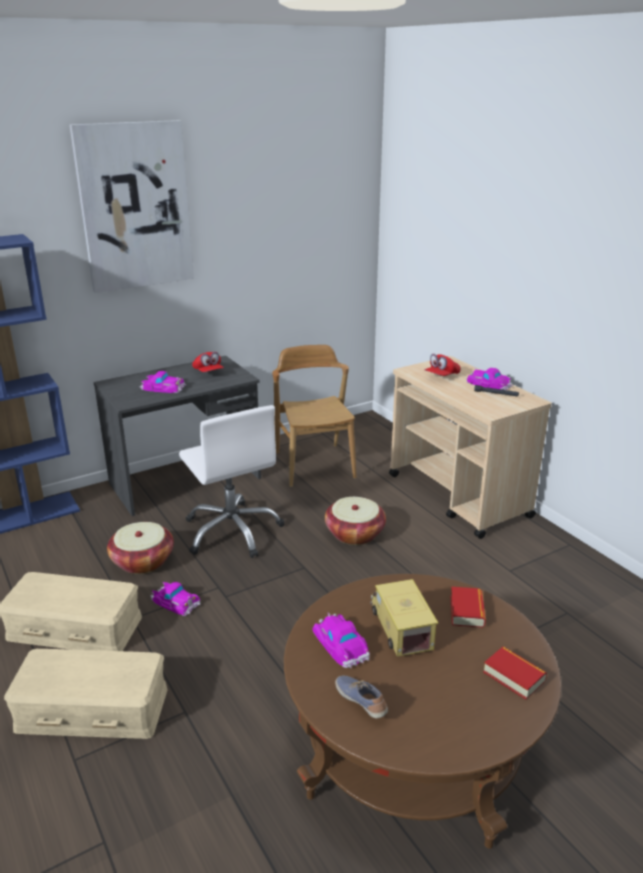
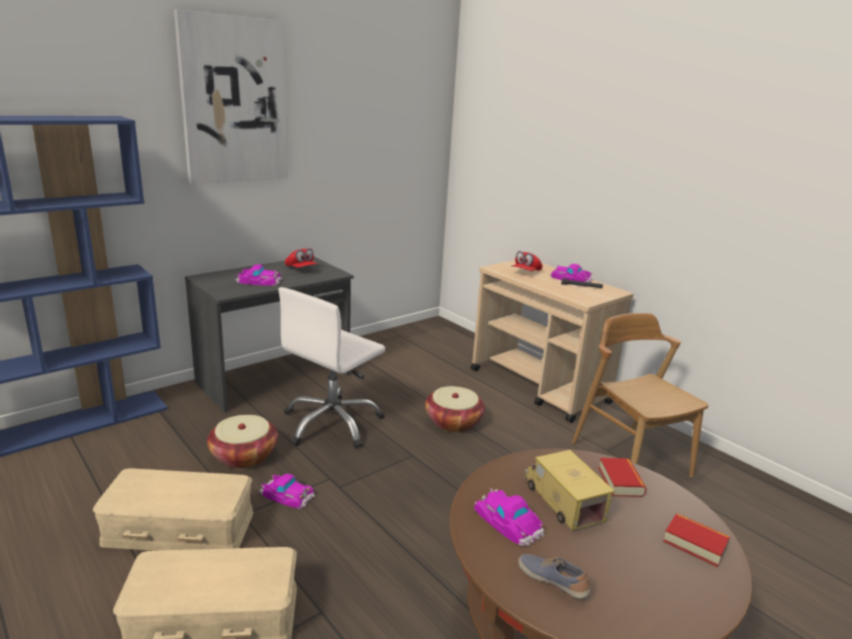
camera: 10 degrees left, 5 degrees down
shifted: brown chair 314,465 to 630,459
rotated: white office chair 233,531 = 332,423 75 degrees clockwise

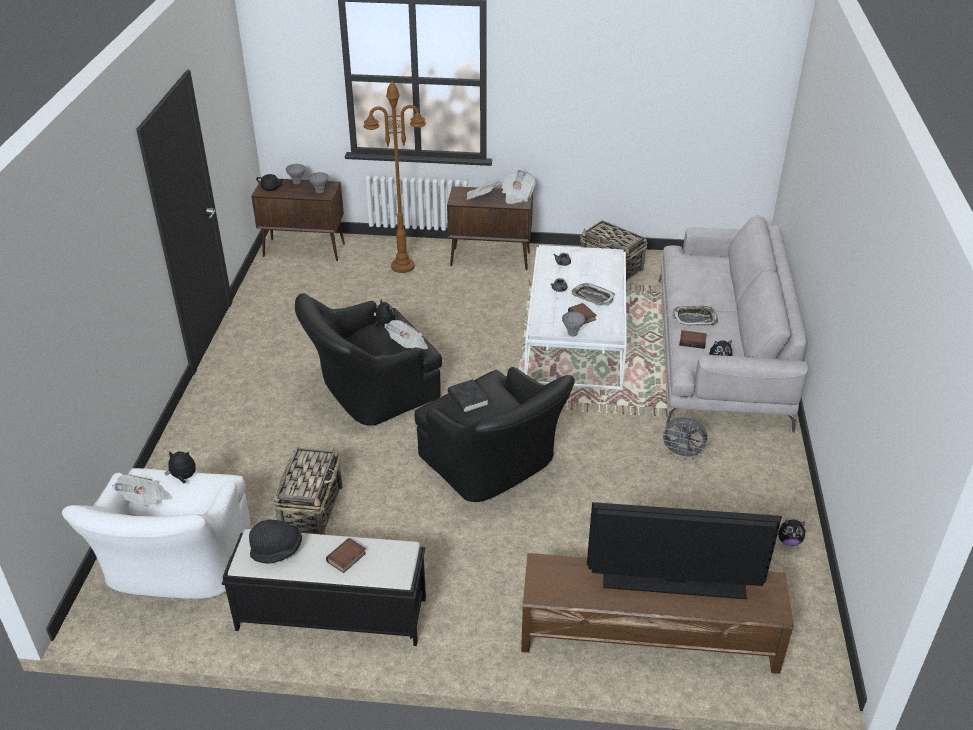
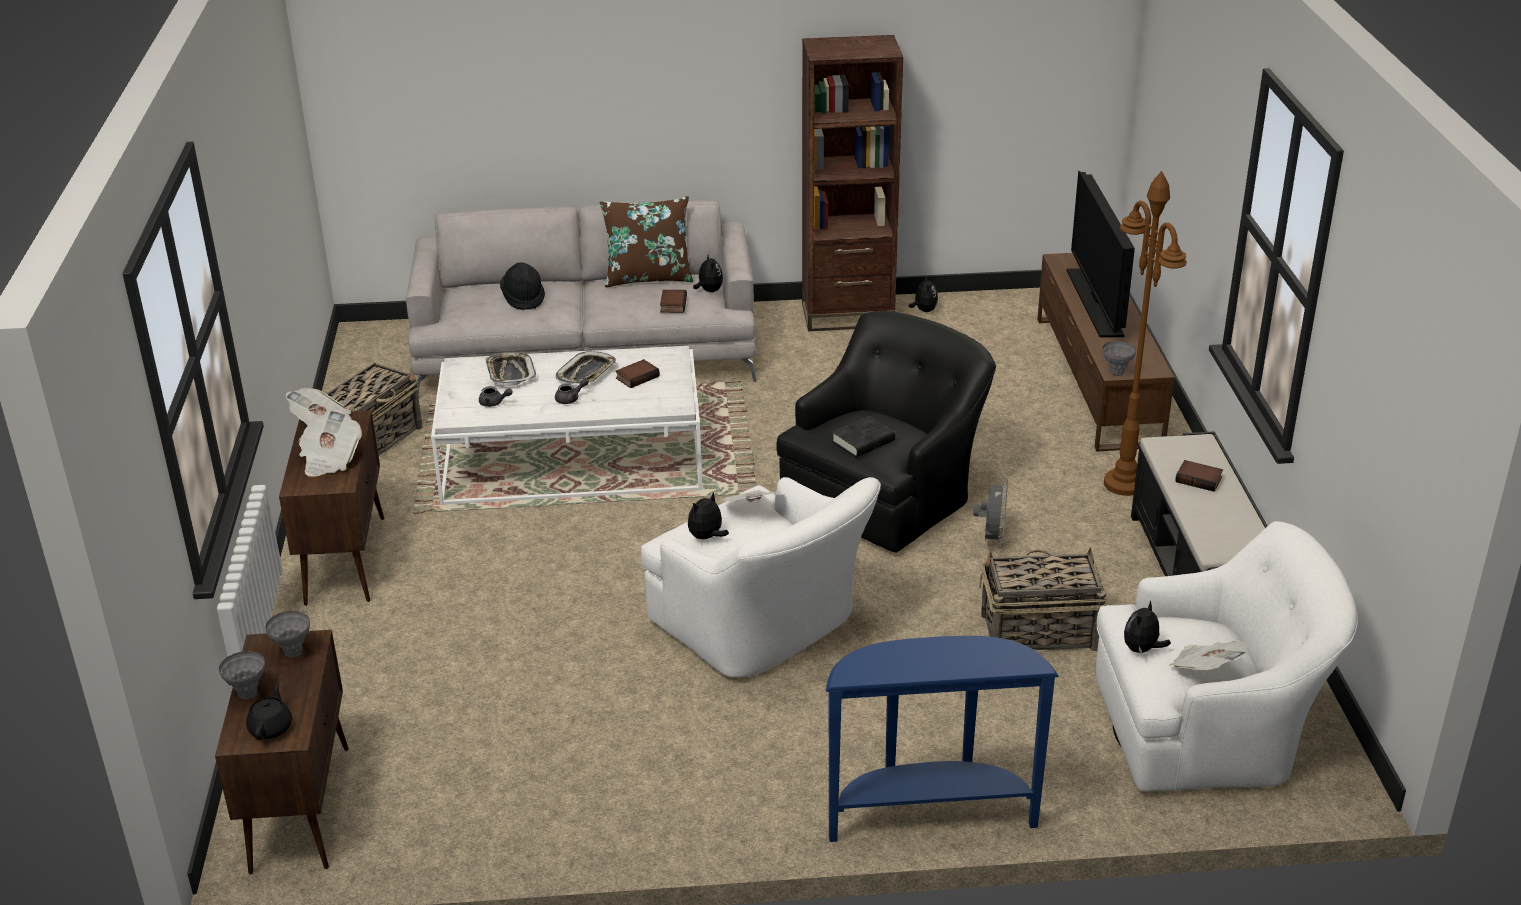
camera: 100 degrees left, 5 degrees down
new: brown pillow 648,278; brown bookcase 848,315; blue console table 929,815
shifted: tray 694,318 to 510,373; black hat 277,551 to 523,298; grey fan 682,454 to 991,540; grey vase 572,334 to 1116,373; brown floor lamp 403,266 to 1123,484
repainted: black armchair 370,392 to white armchair 764,627
rotated: plush toy 183,477 = 1142,649 45 degrees clockwise

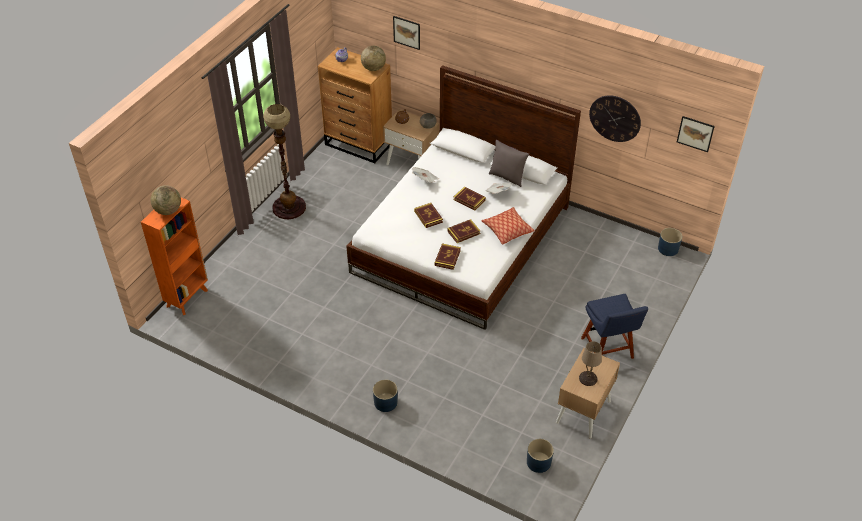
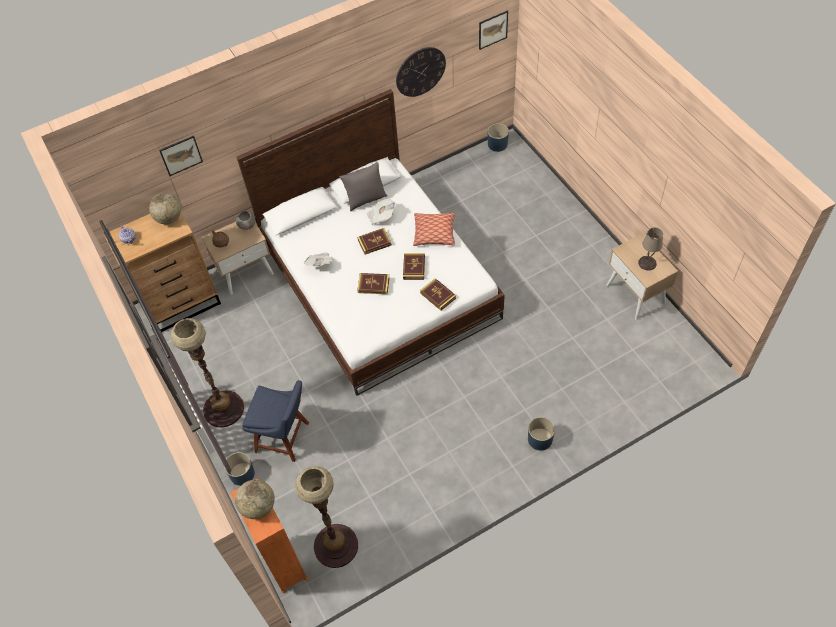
camera: 55 degrees left, 10 degrees up
new: floor lamp 336,546
shifted: blue planter 538,462 to 242,474; blue chair 608,350 to 285,438

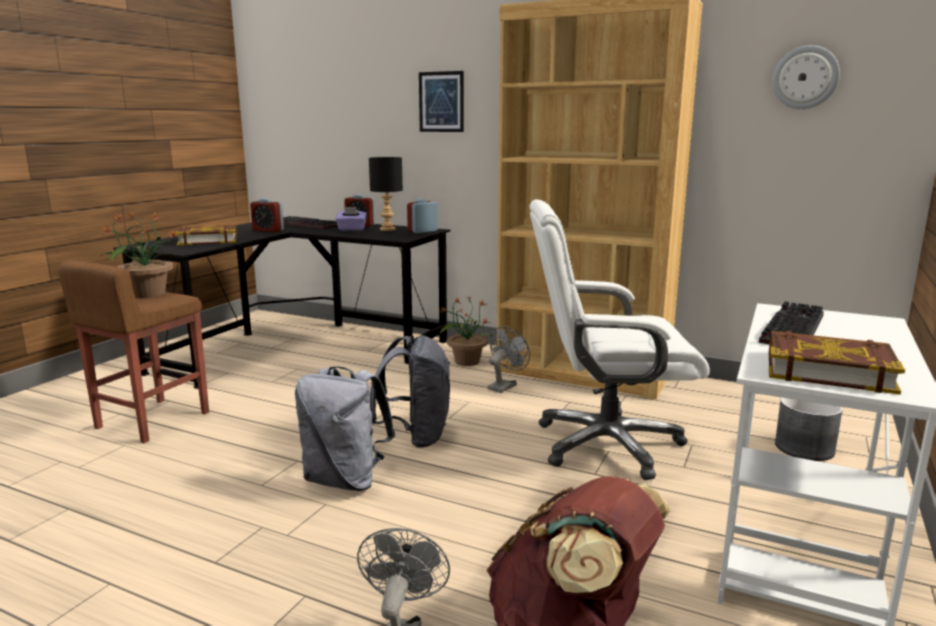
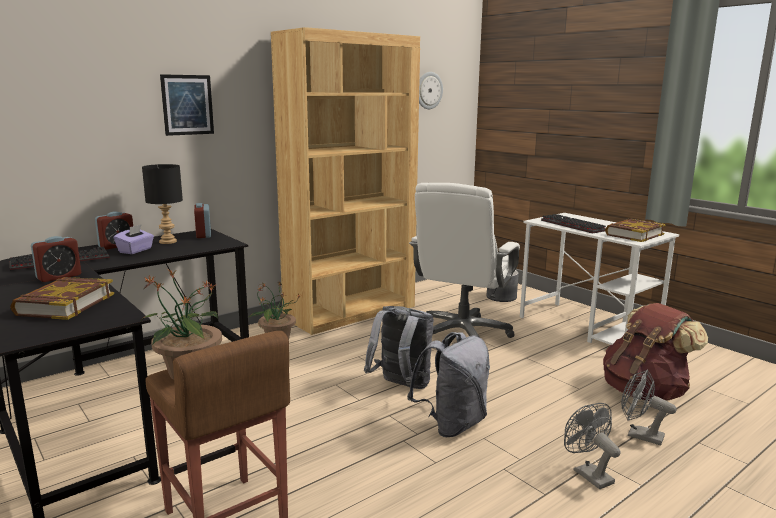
camera: 65 degrees left, 0 degrees up
shifted: grey fan 504,386 to 588,474

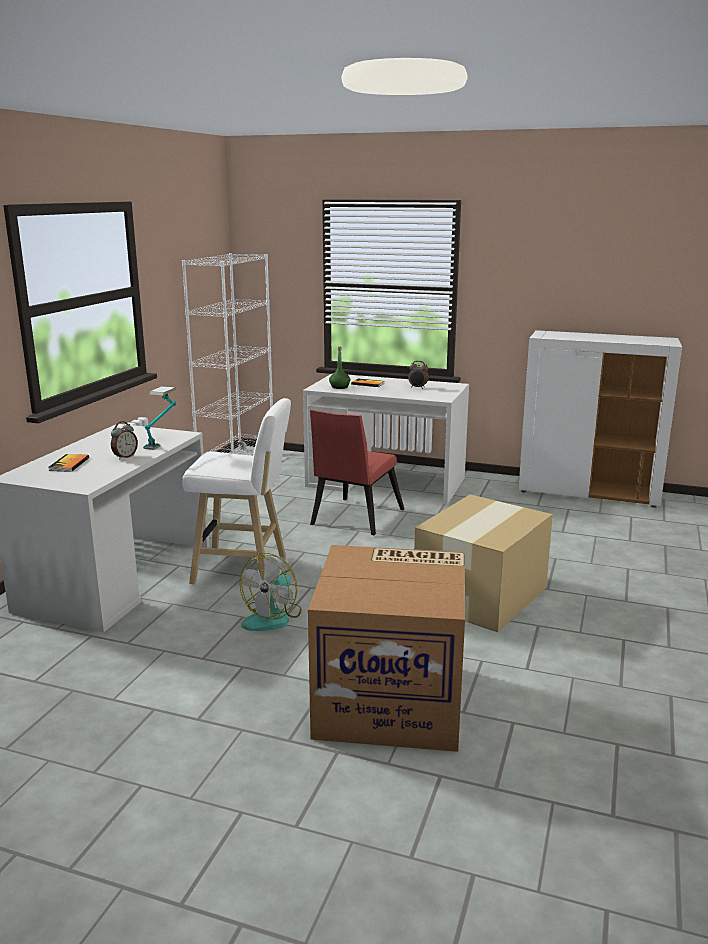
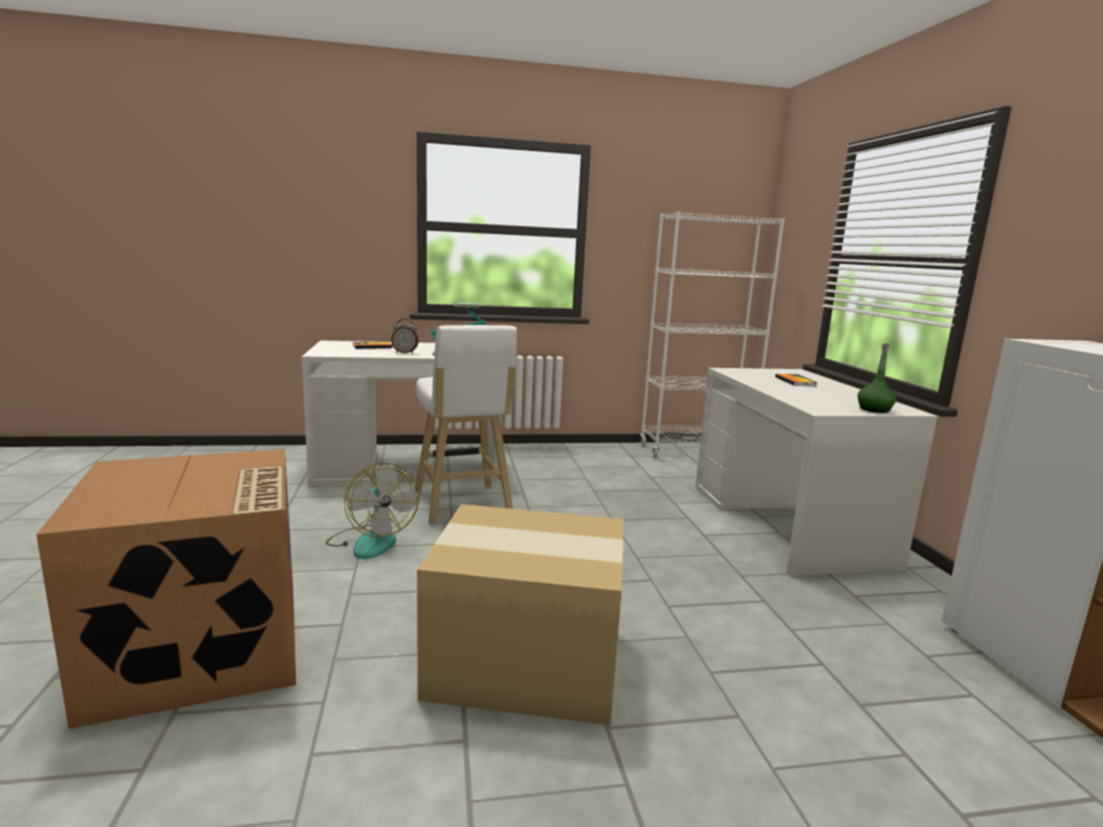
camera: 60 degrees right, 5 degrees down
gone: red chair 354,519; alarm clock 418,387
shifted: green bottle 339,387 to 874,409
rotated: fan 273,617 = 371,541 120 degrees counterclockwise

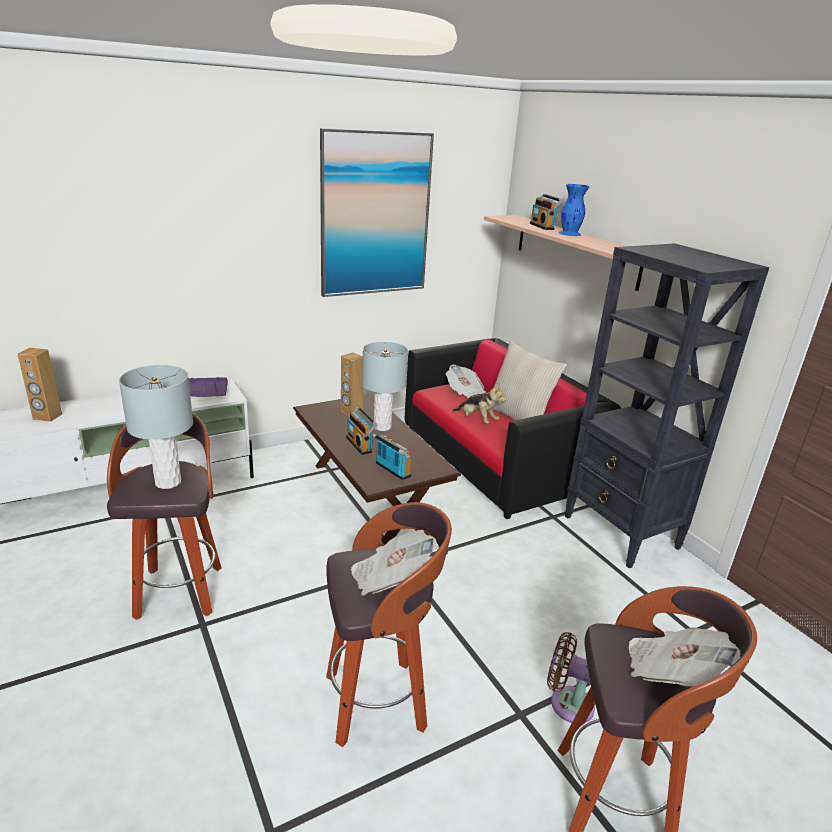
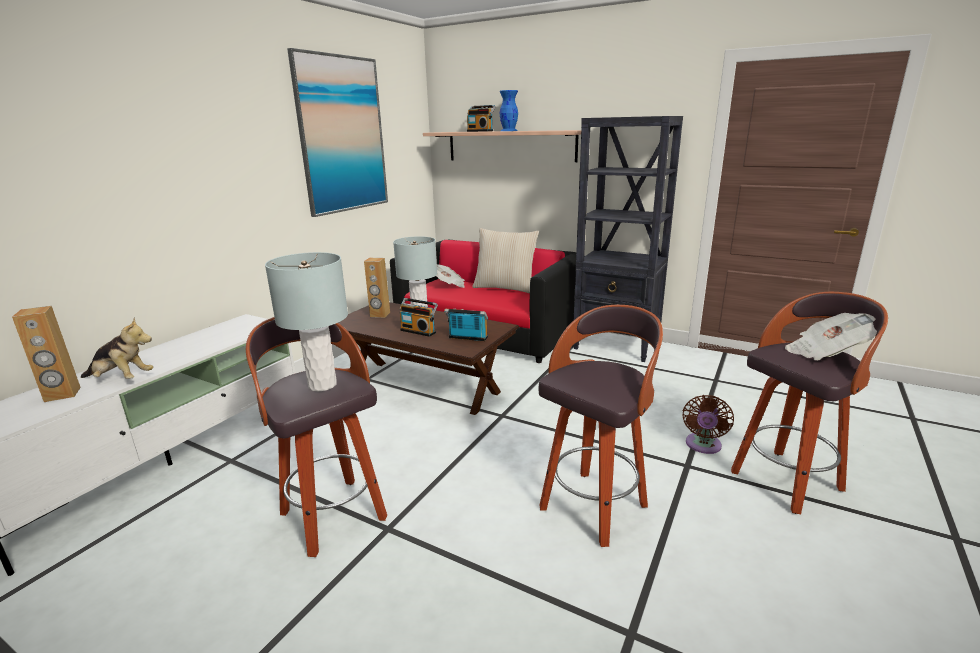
camera: 30 degrees left, 5 degrees down
gone: purple tray 205,393; newspaper 390,579
shifted: plush toy 477,420 to 121,379
rotated: brown fan 567,702 = 703,446 60 degrees counterclockwise

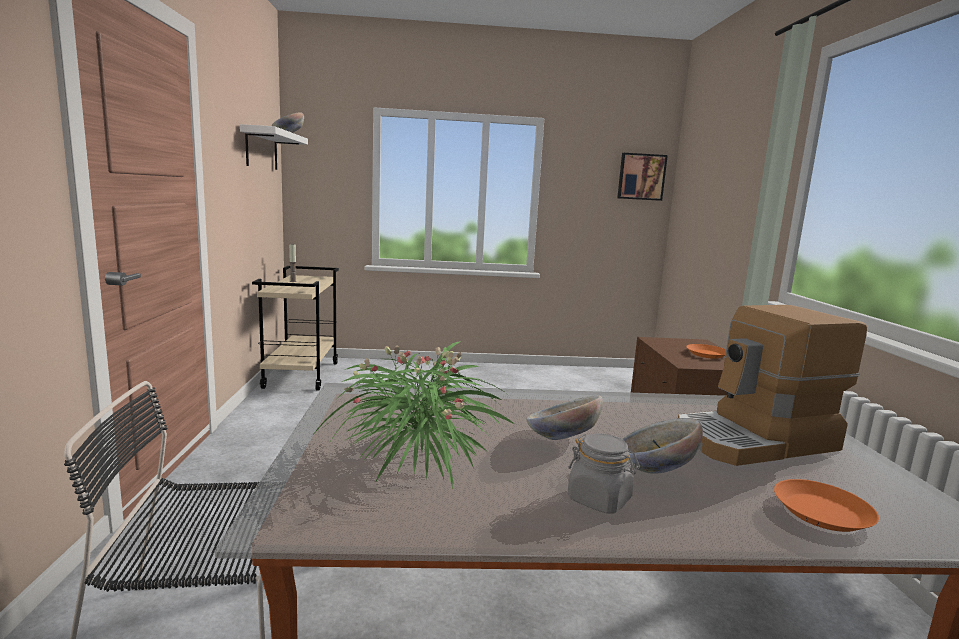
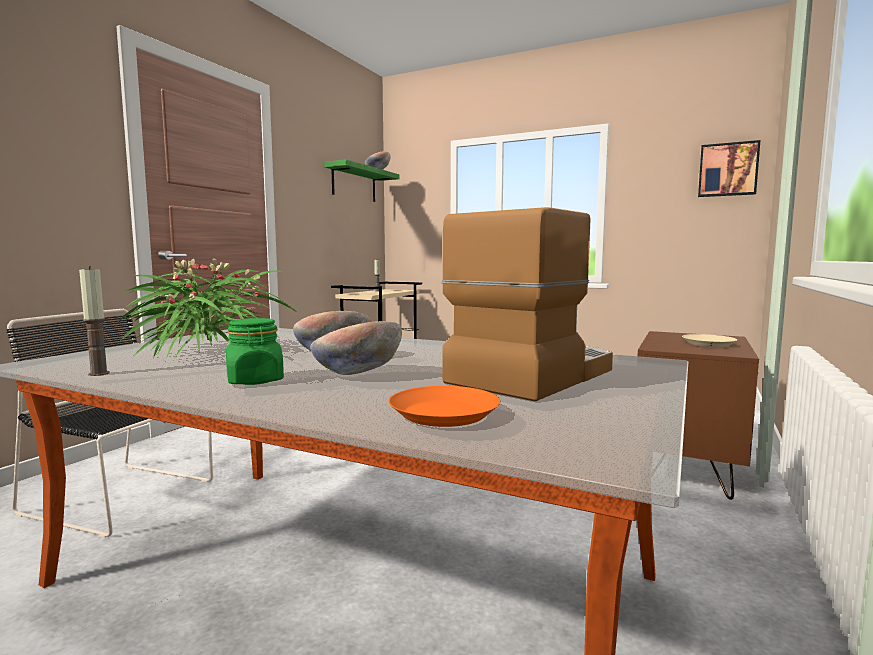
camera: 30 degrees right, 5 degrees down
new: candle 99,373
repainted: grey jar 599,499 to green jar 255,381; white shelf 261,149 to green shelf 354,184; orange plate 706,354 to beige plate 708,344
rotated: coffee machine 756,441 = 531,375 120 degrees clockwise

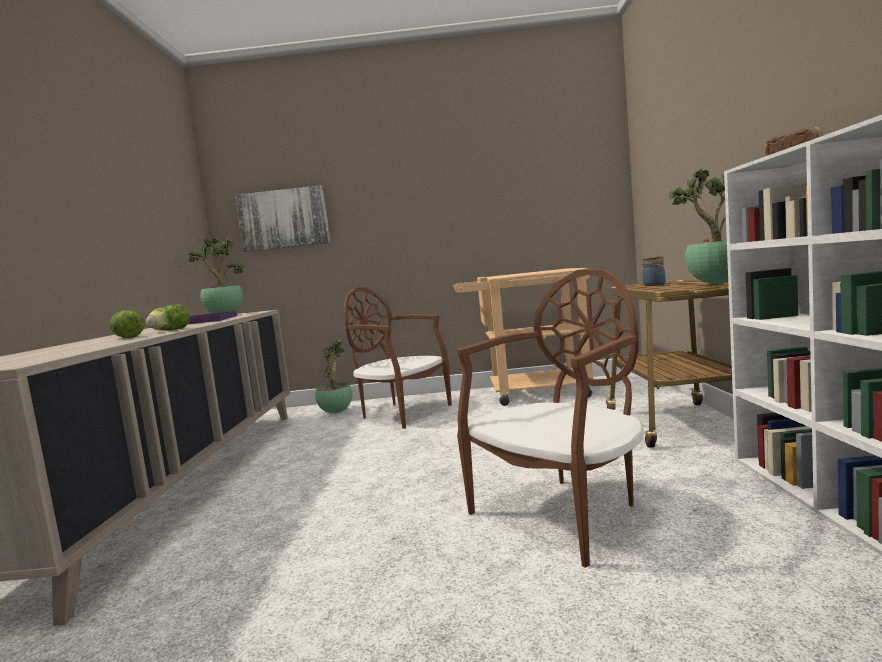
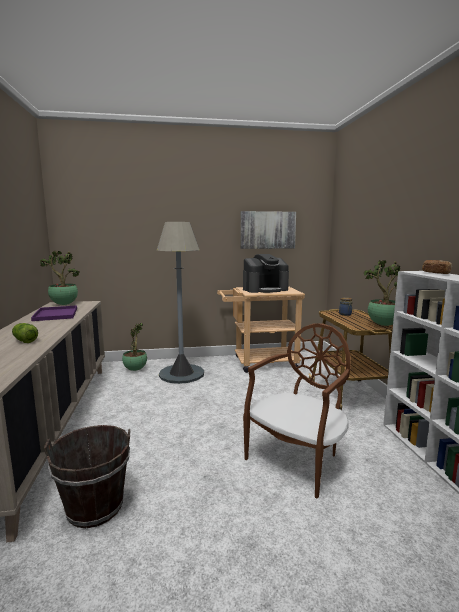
camera: 10 degrees left, 5 degrees up
gone: lettuce 168,330
new: brown bucket 95,506; coffee machine 265,289
shifted: picture 284,219 to 267,230
swapped: brown chair 402,413 to grey floor lamp 181,374

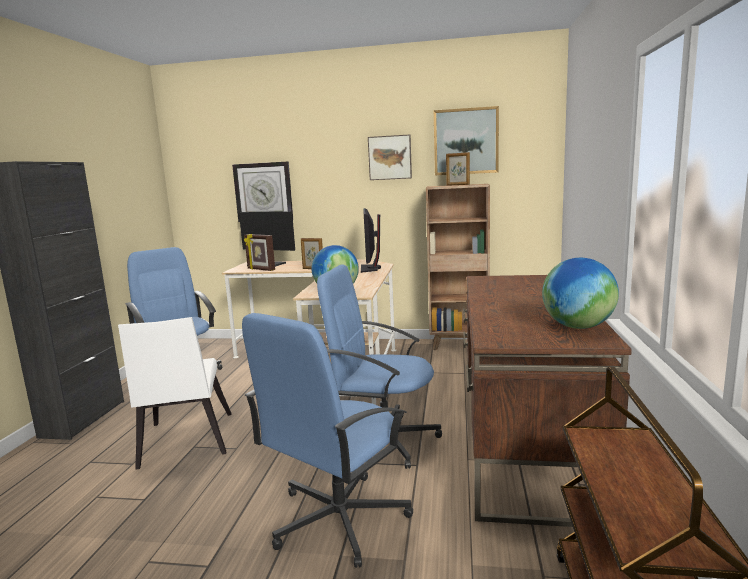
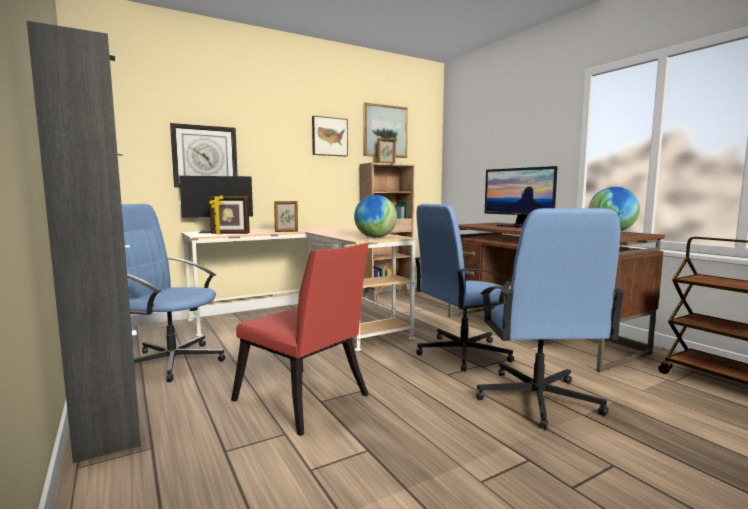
camera: 40 degrees left, 5 degrees down
shifted: monitor 370,268 to 518,226
repainted: white chair 185,443 to red chair 305,402

